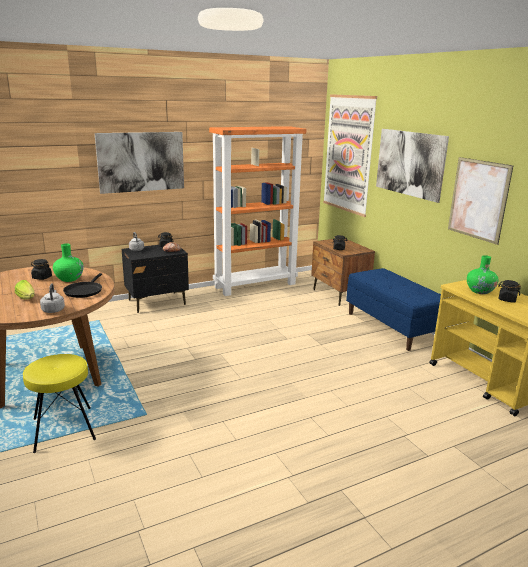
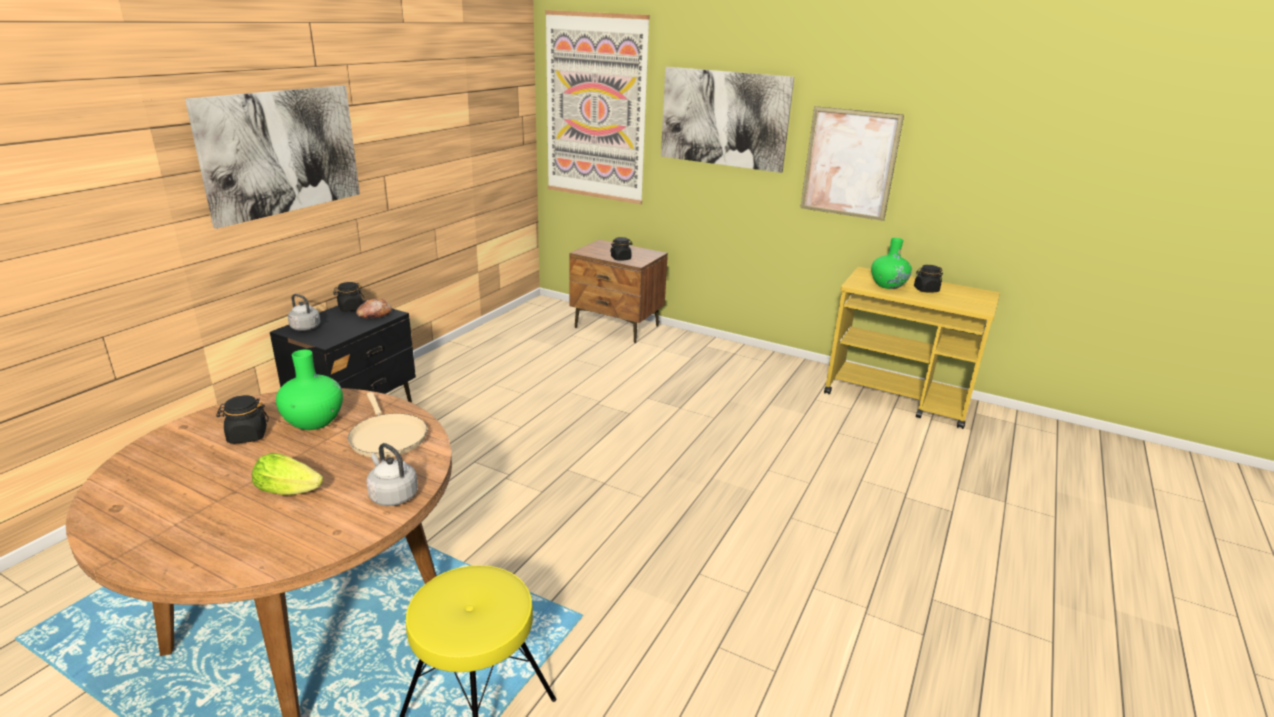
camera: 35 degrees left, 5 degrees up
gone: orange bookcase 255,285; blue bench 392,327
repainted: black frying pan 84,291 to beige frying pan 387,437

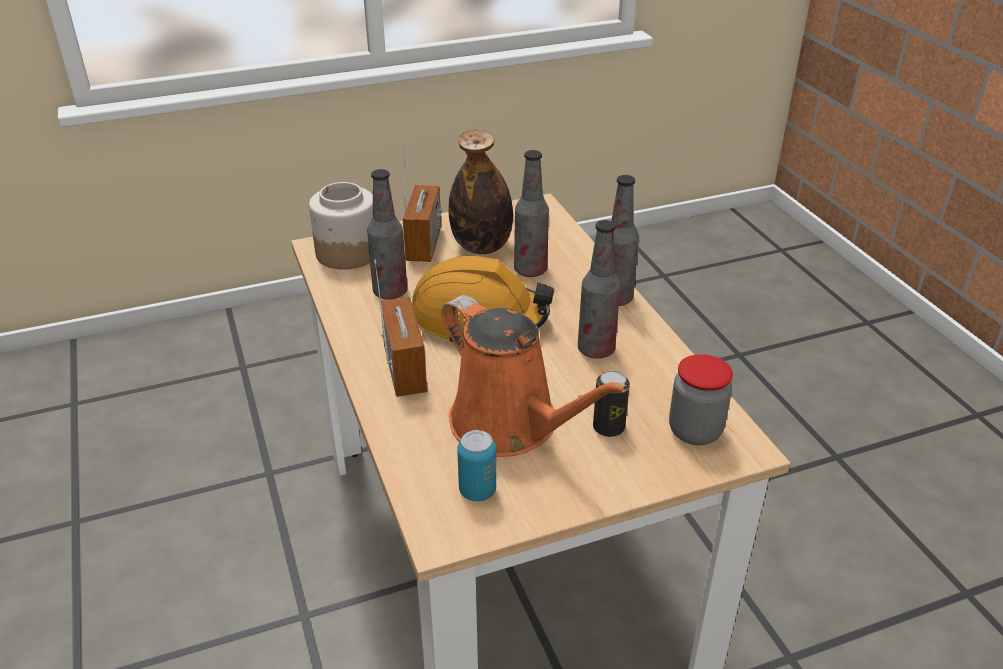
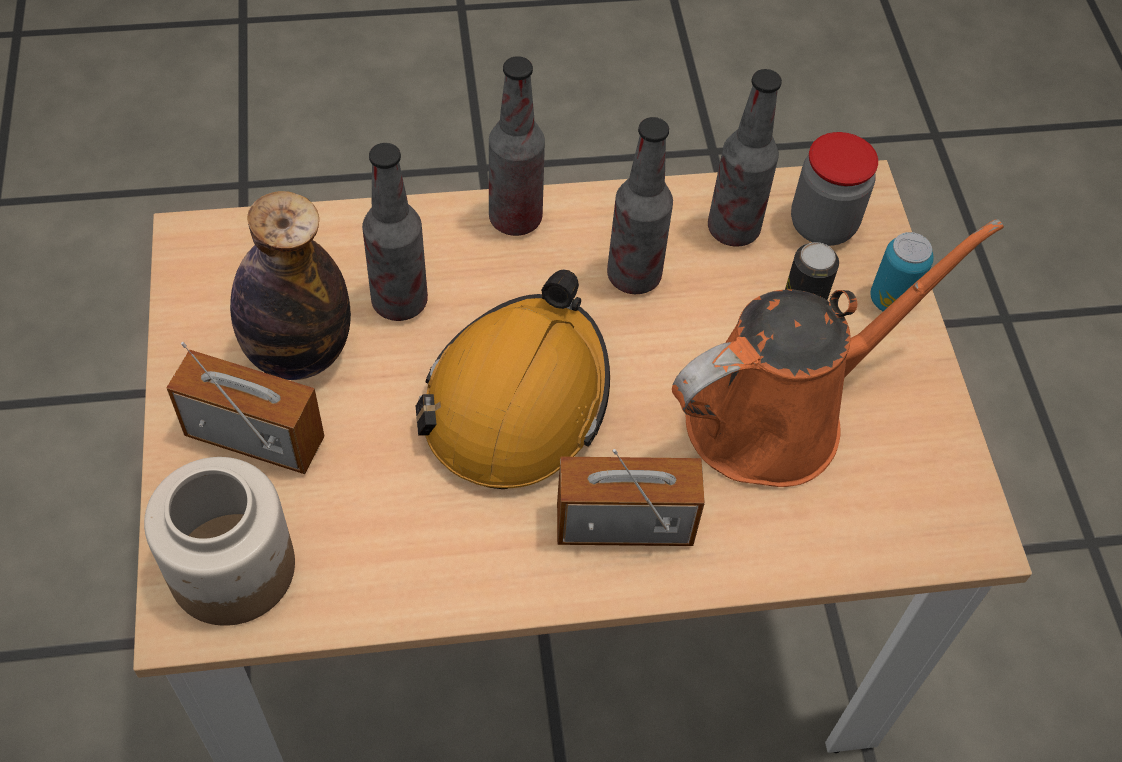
camera: 80 degrees left, 20 degrees up
shifted: bottle 390,292 to 733,229; can 477,491 to 891,300

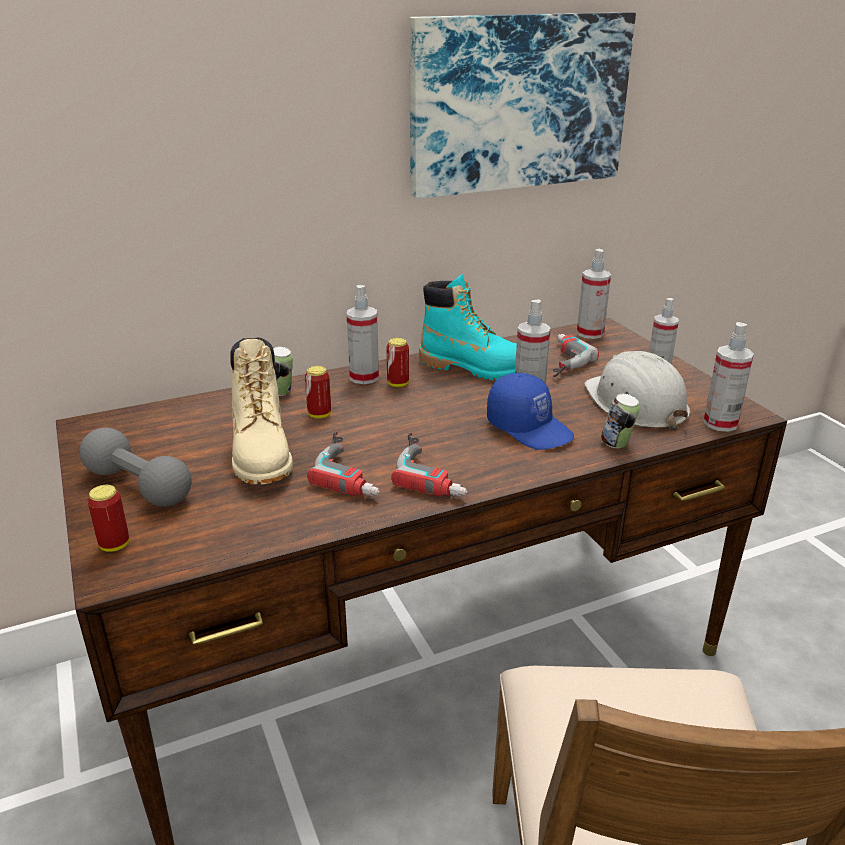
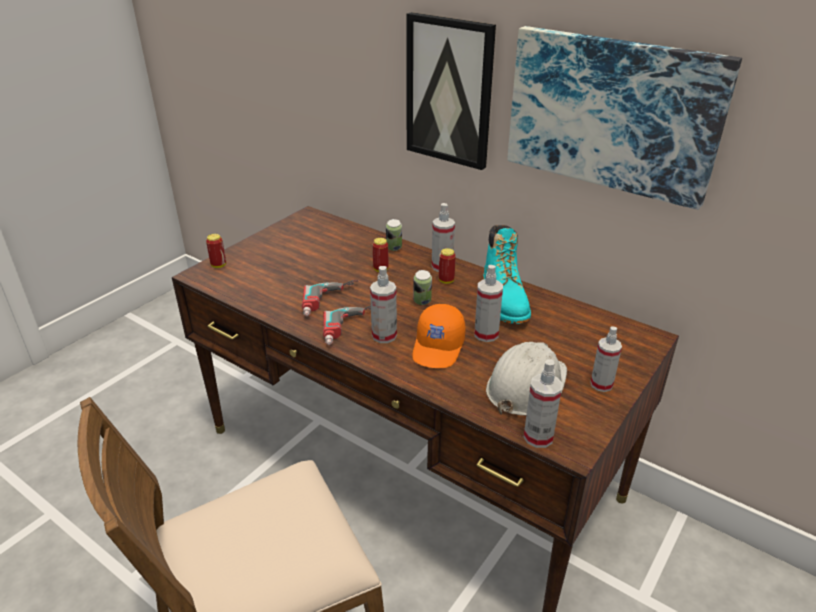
camera: 60 degrees right, 5 degrees up
gone: grey dumbbell 138,486; beige boot 262,454; power drill 557,361
new: picture 449,91
shifted: spray bottle 590,333 to 384,335; can 616,444 to 422,302
repainted: blue cap 530,428 to orange cap 439,347

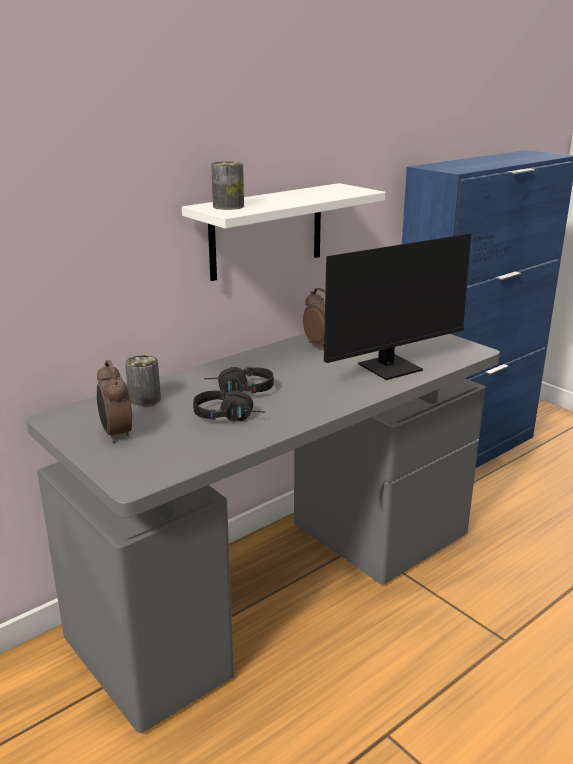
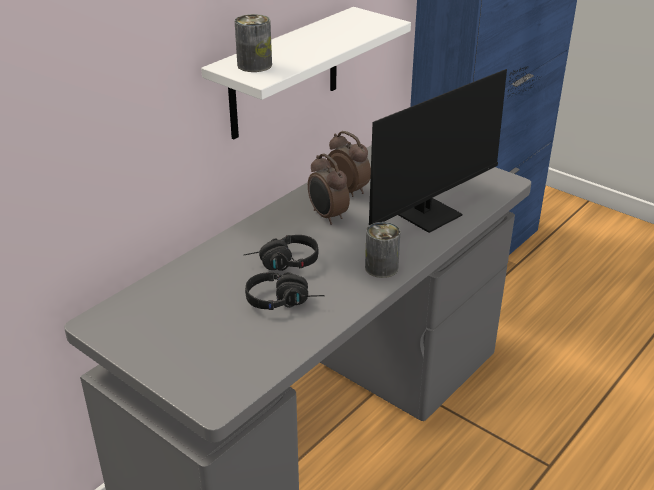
camera: 10 degrees left, 10 degrees up
shifted: alarm clock 116,434 to 327,216; can 144,400 to 381,268

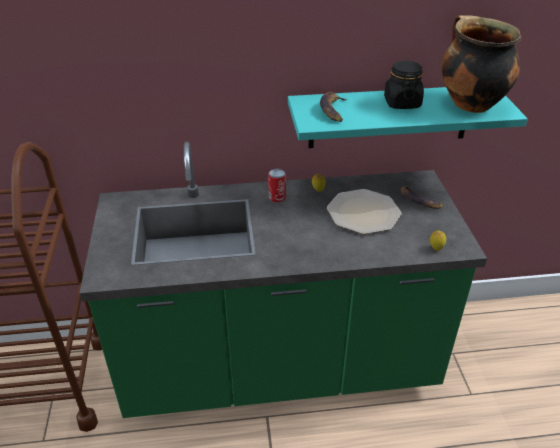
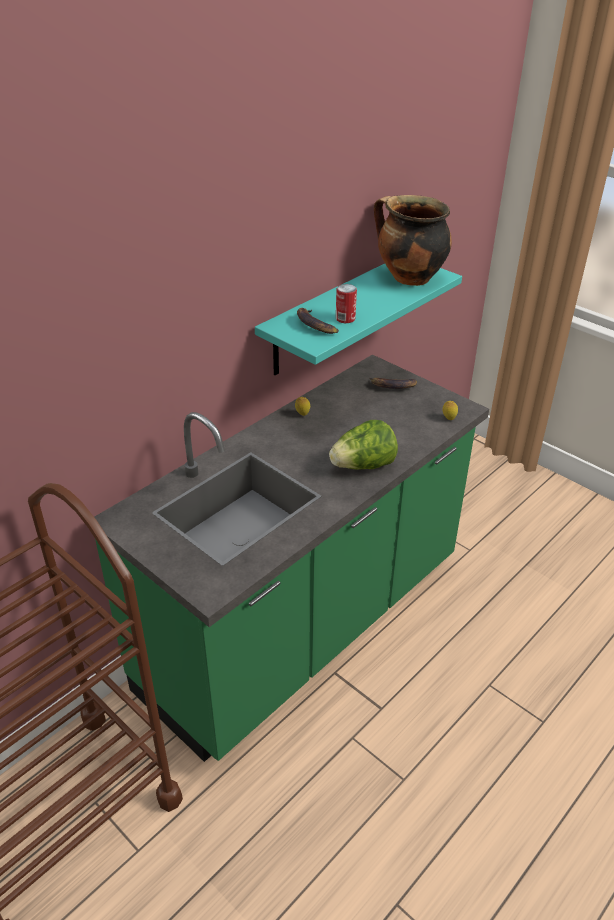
camera: 40 degrees left, 0 degrees up
gone: plate 363,212; black jar 402,103
new: lettuce 363,466
shifted: can 277,197 to 345,319

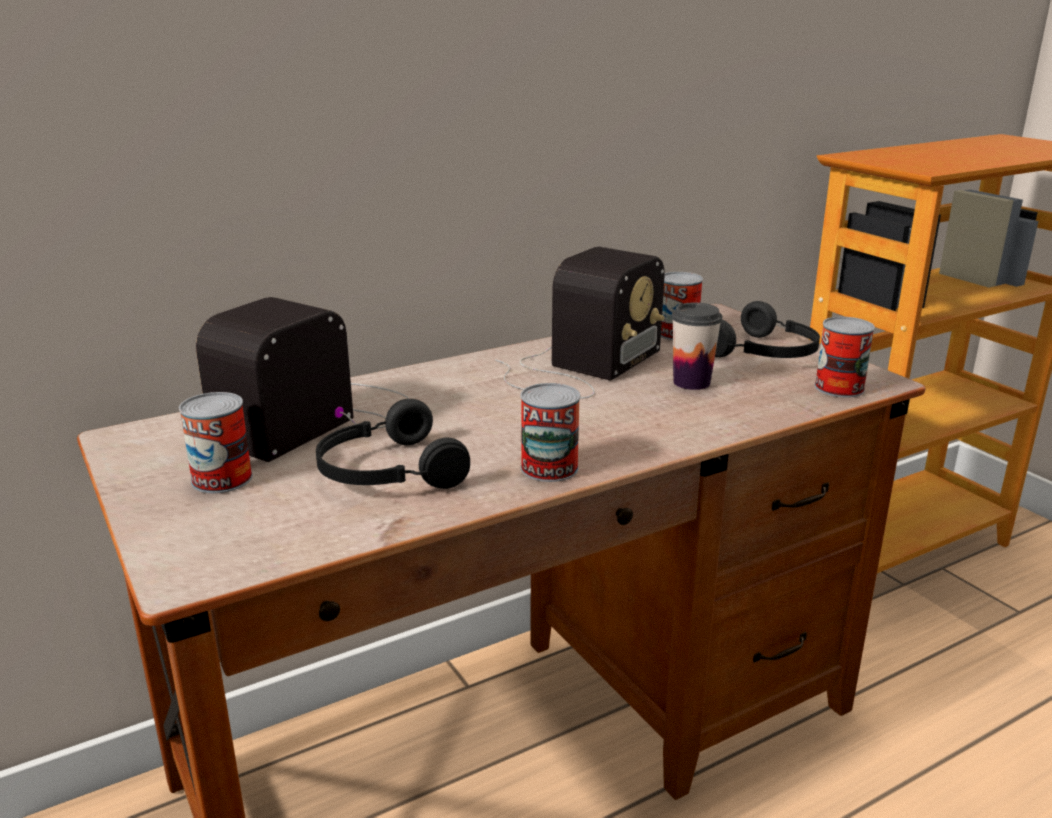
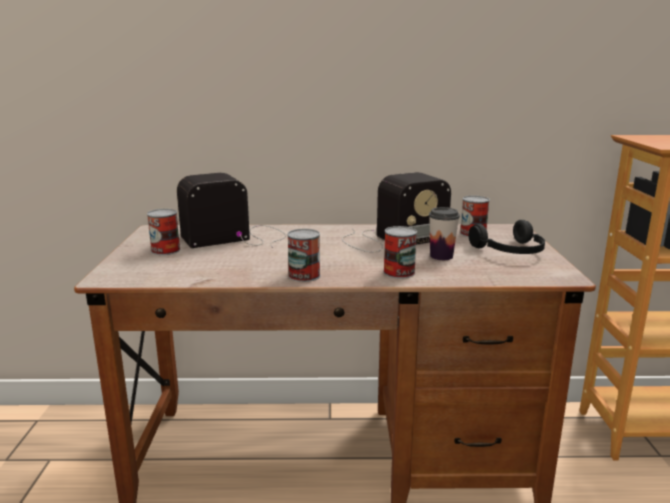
camera: 30 degrees right, 5 degrees down
gone: black headphones 387,472
shifted: can 839,388 to 399,272

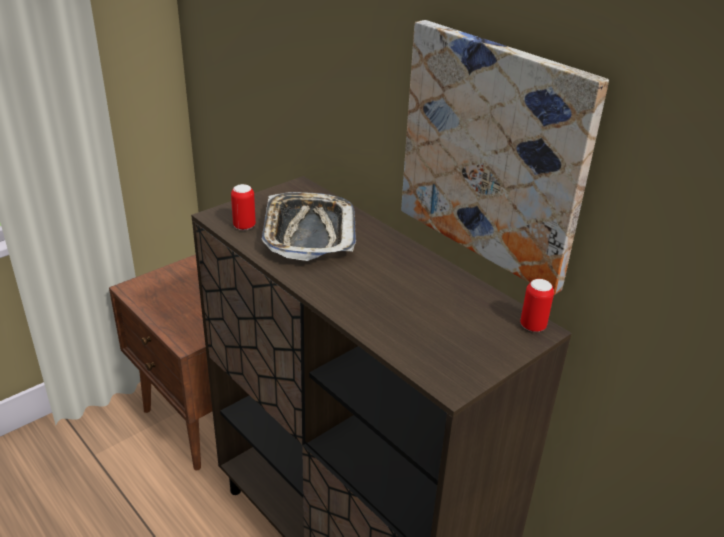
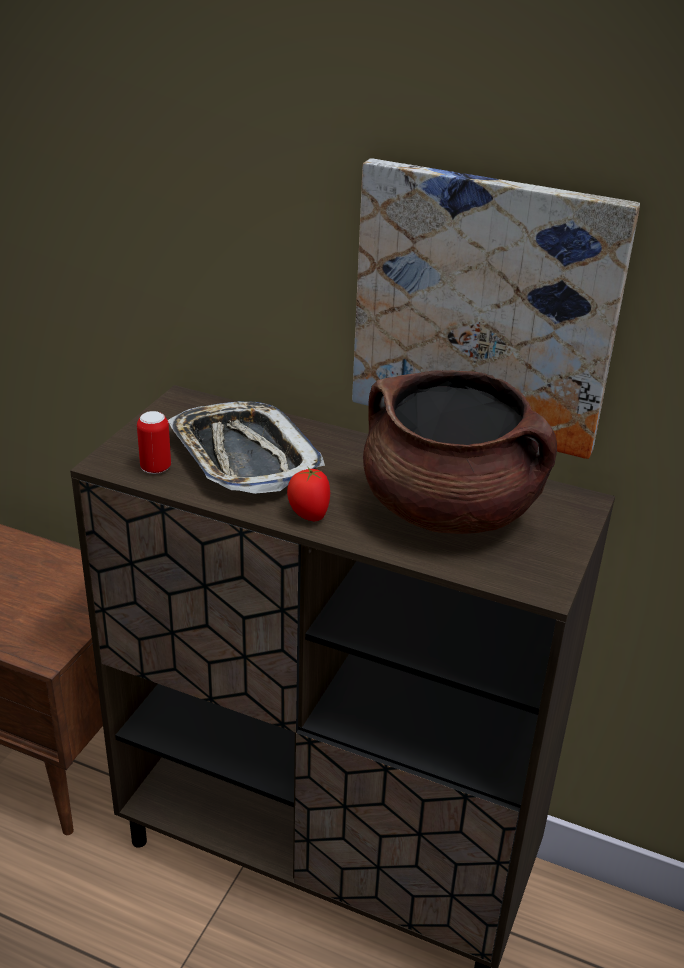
camera: 25 degrees left, 0 degrees up
gone: can 532,326
new: tomato 308,515; brown cooking pot 450,510

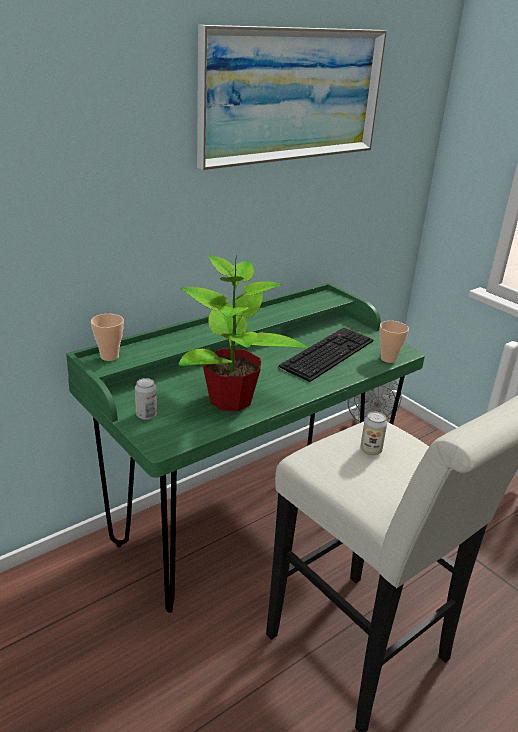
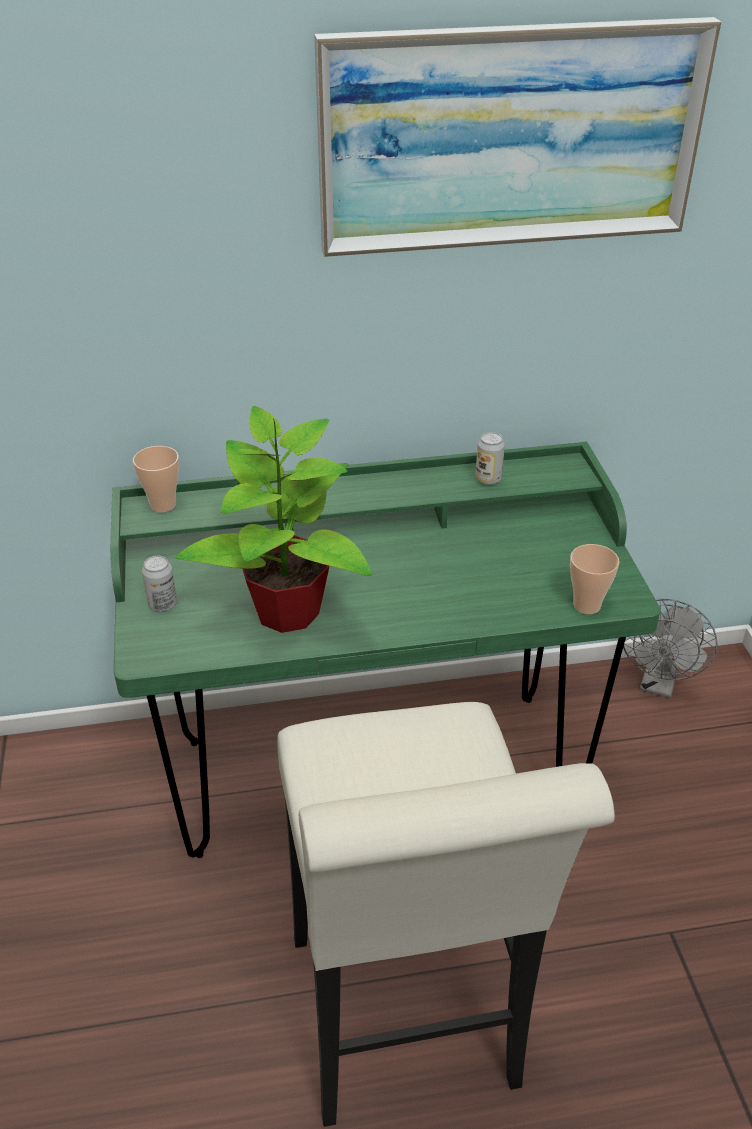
camera: 30 degrees right, 10 degrees up
gone: keyboard 327,353
shifted: can 370,450 to 488,479

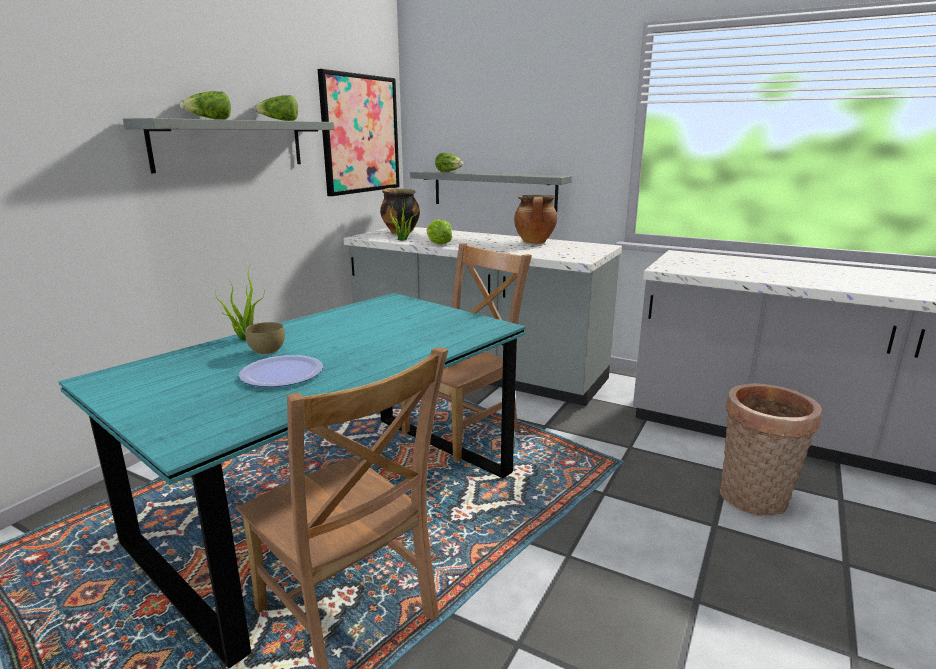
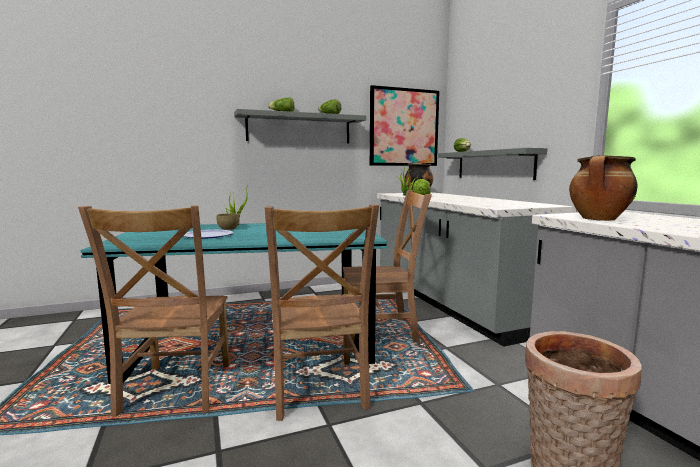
camera: 40 degrees right, 10 degrees down
new: brown chair 318,391
shifted: cooking pot 535,242 to 599,219

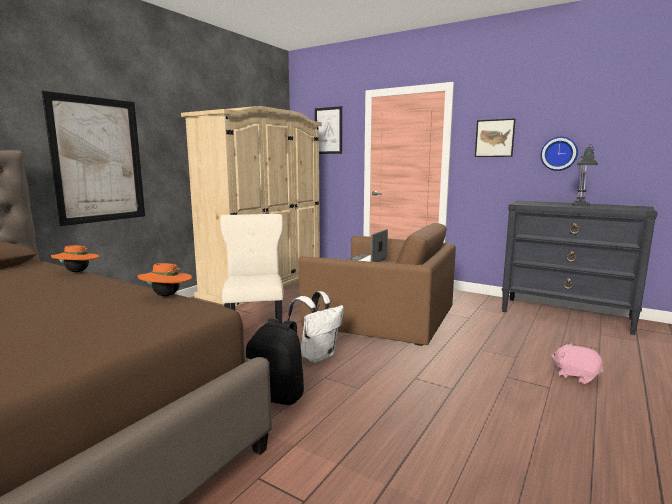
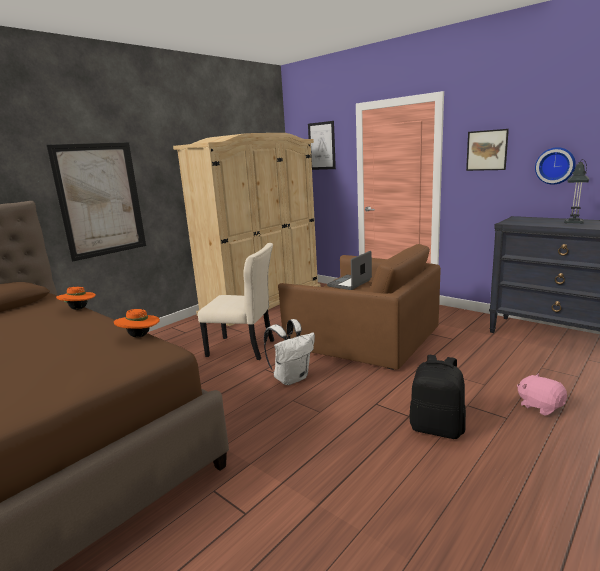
camera: 10 degrees right, 5 degrees up
shifted: black backpack 277,396 to 437,428
rotated: beige chair 256,328 = 244,349 105 degrees clockwise

